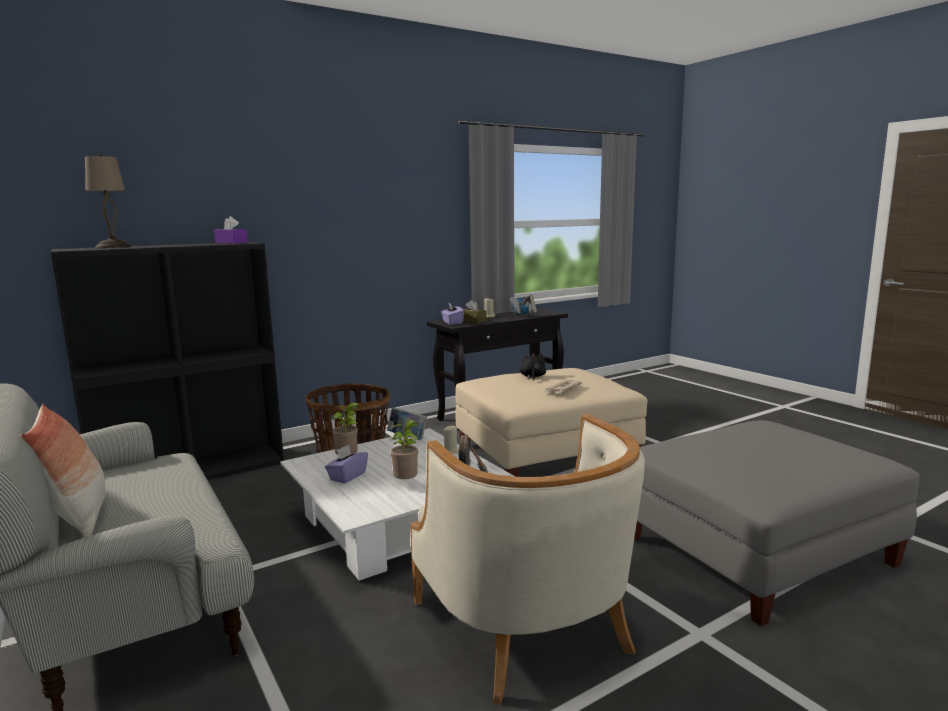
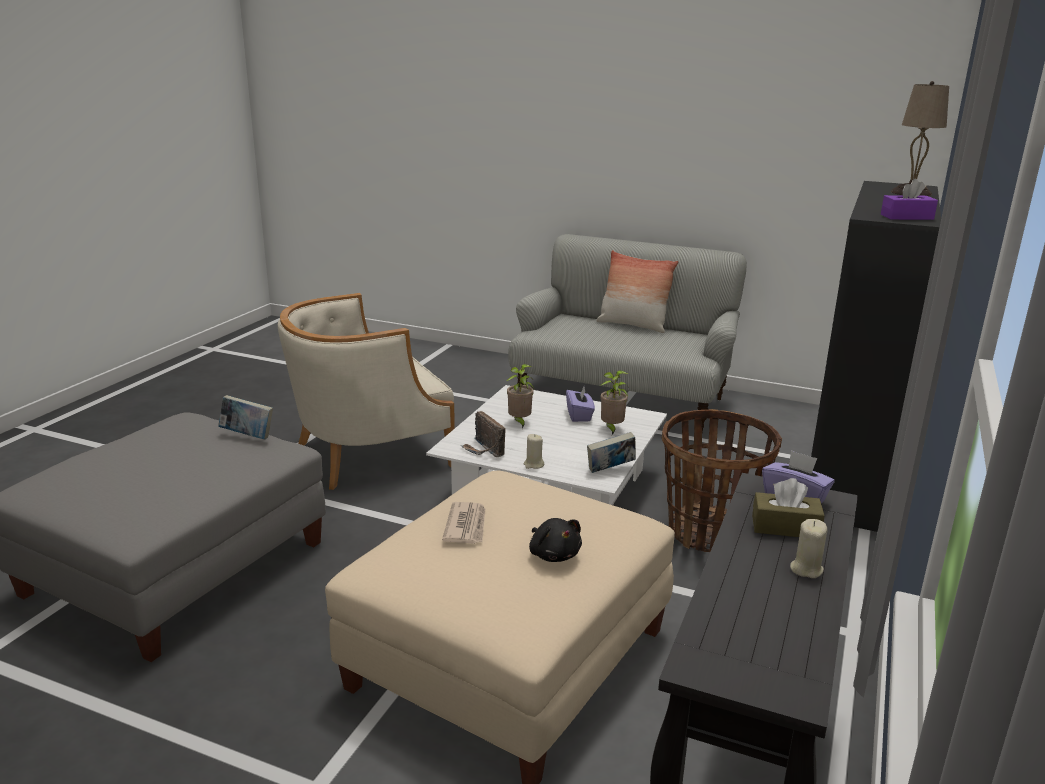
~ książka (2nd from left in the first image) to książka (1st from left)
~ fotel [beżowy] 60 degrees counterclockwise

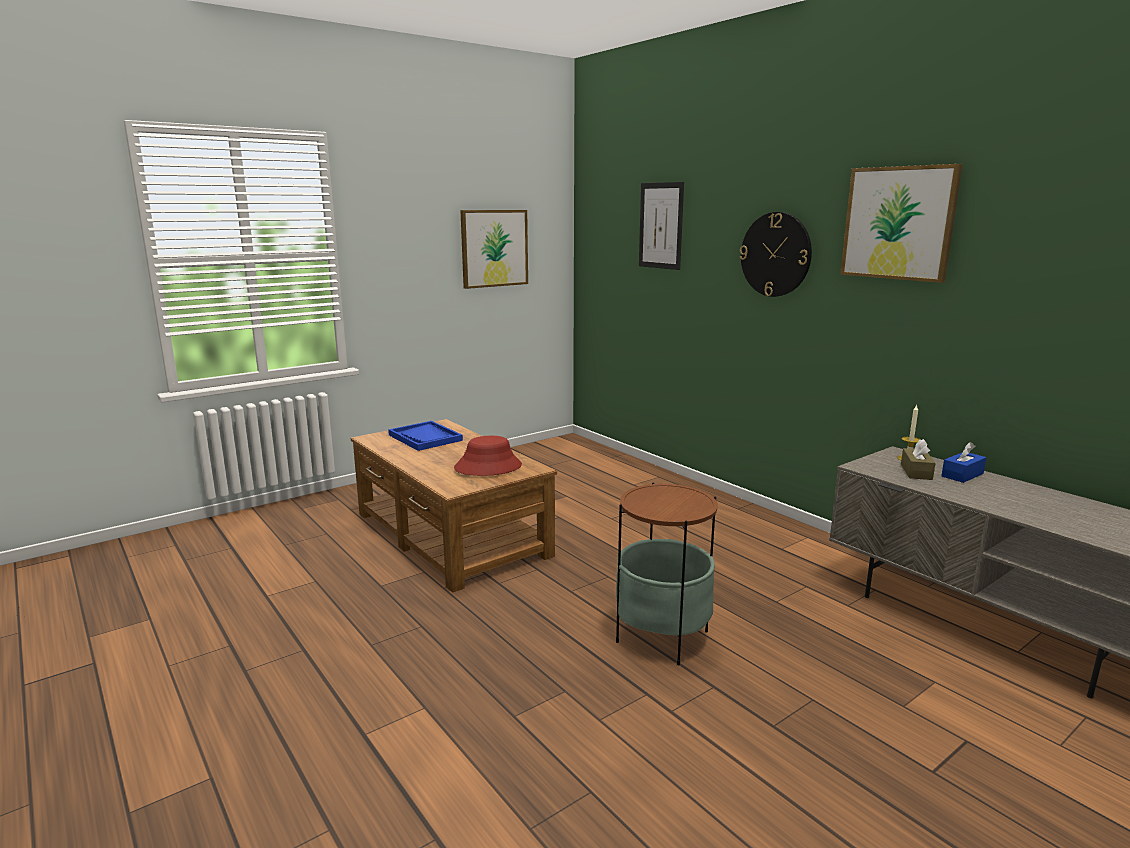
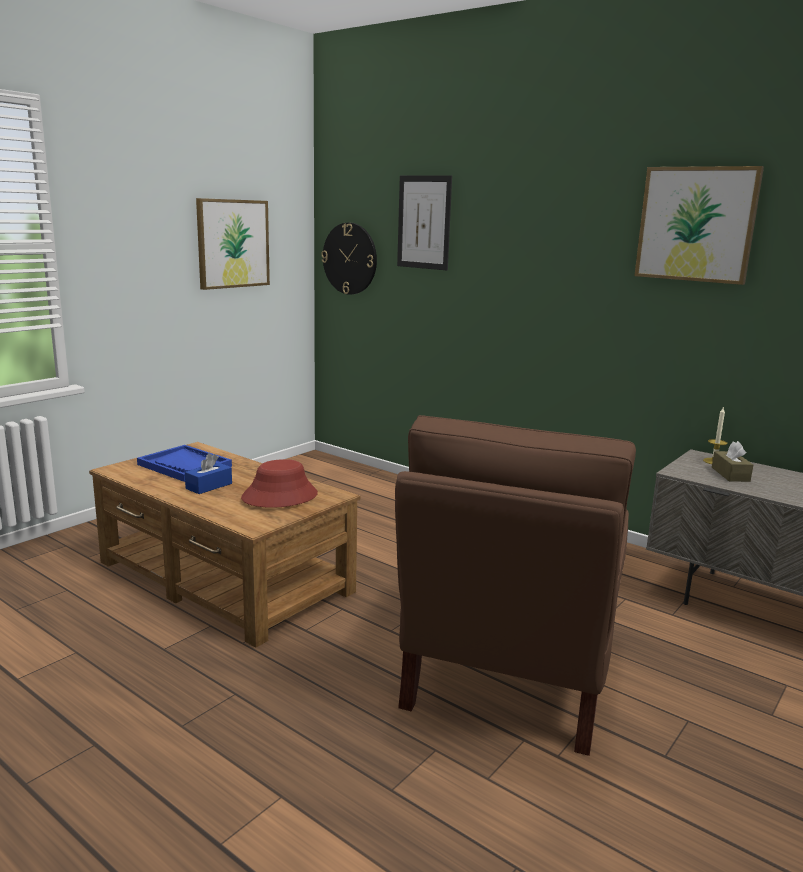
~ zegar ścienny
~ pudełko chusteczek [niebieski]
~ stolik to fotel [brązowy]

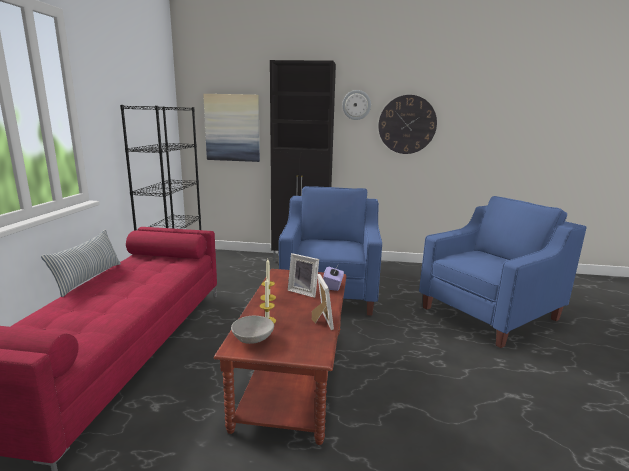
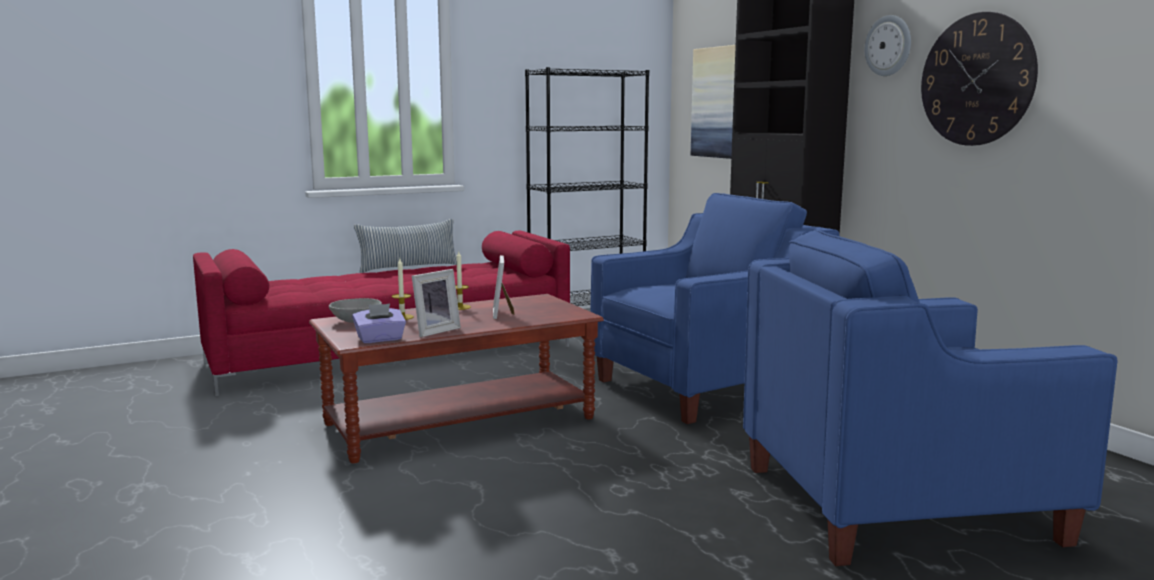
~ pudełko chusteczek [fioletowy]
~ fotel [niebieski] (2nd from left) 150 degrees clockwise

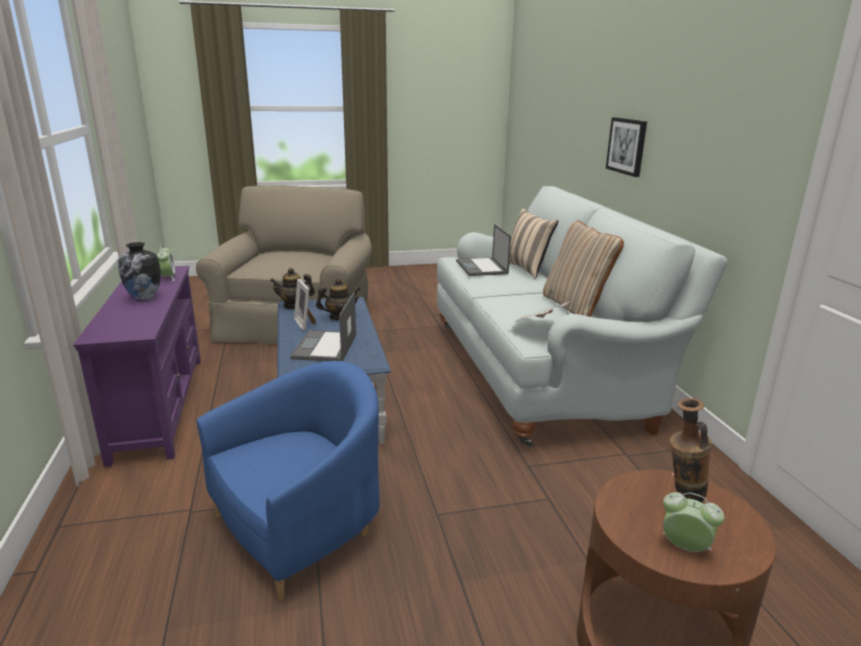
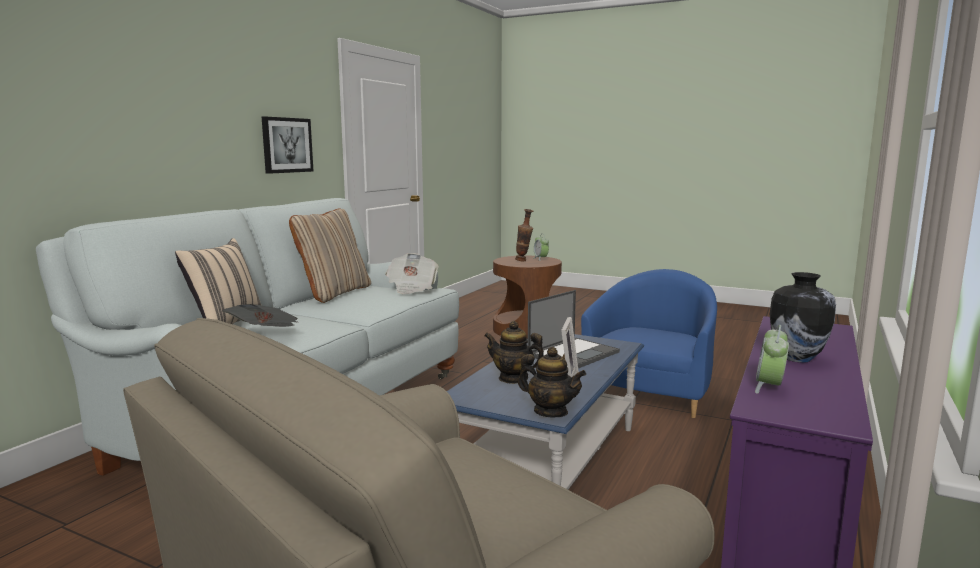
~ obraz
~ laptop (2nd from left) to gazeta (1st from left)
~ fotel [niebieski] 120 degrees clockwise

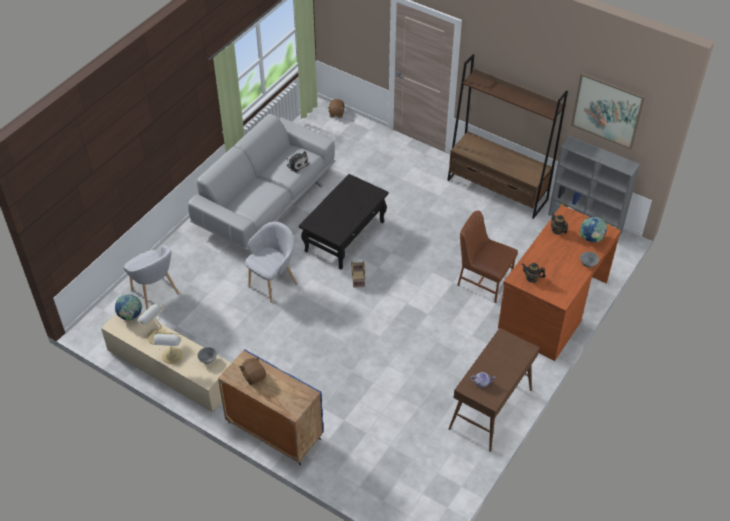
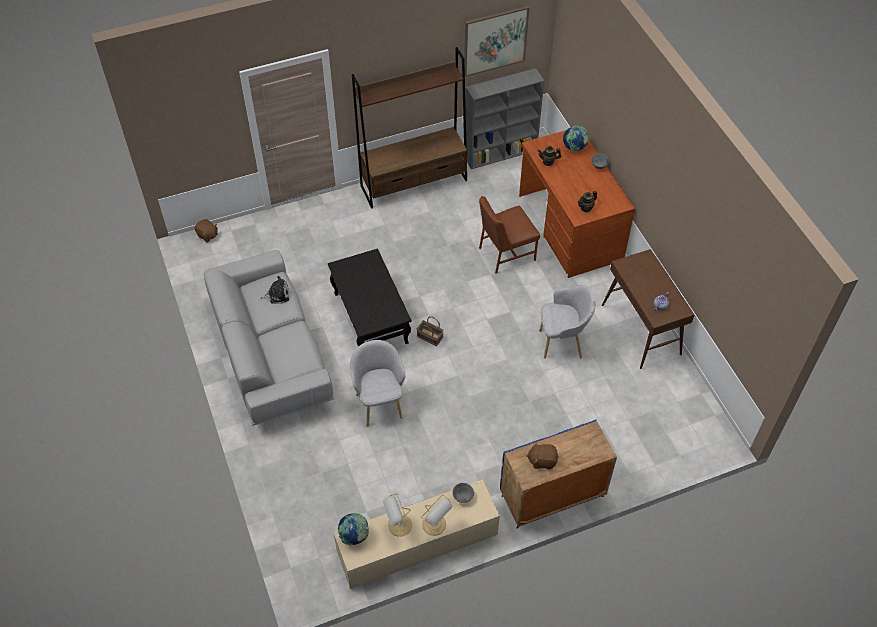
~ fotel [szary] (1st from left in the first image) to fotel [szary] (2nd from left)

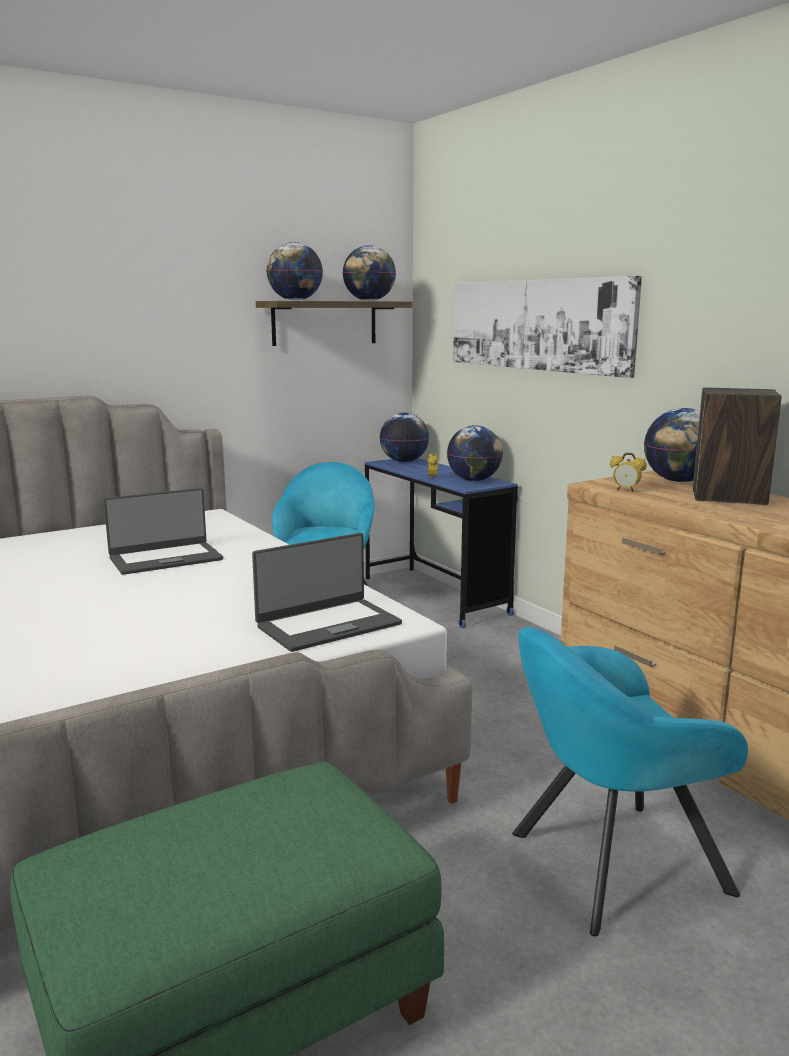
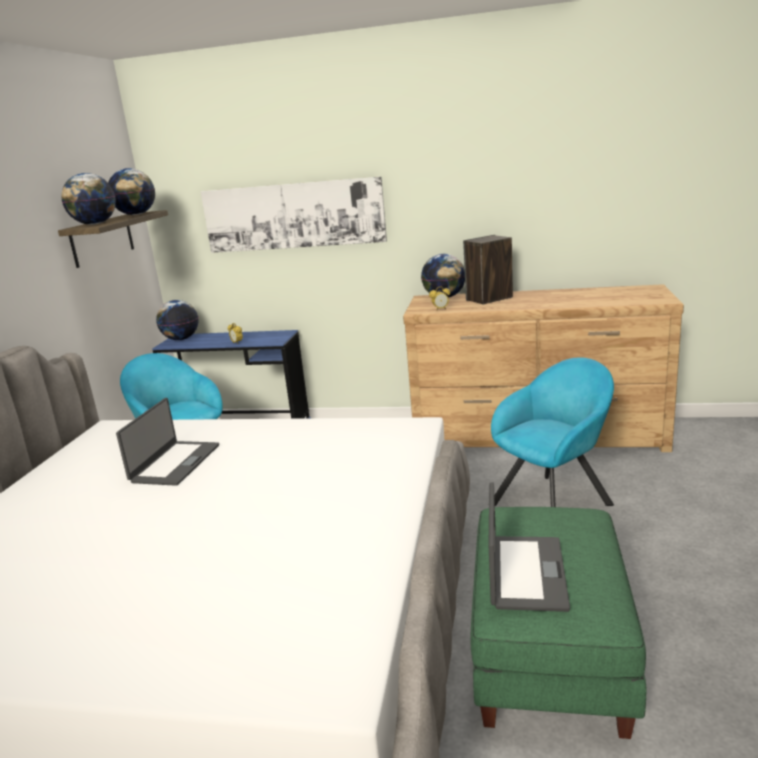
- globus (4th from left)
~ laptop (2nd from left)
~ fotel [turkusowy] (2nd from left) 150 degrees counterclockwise

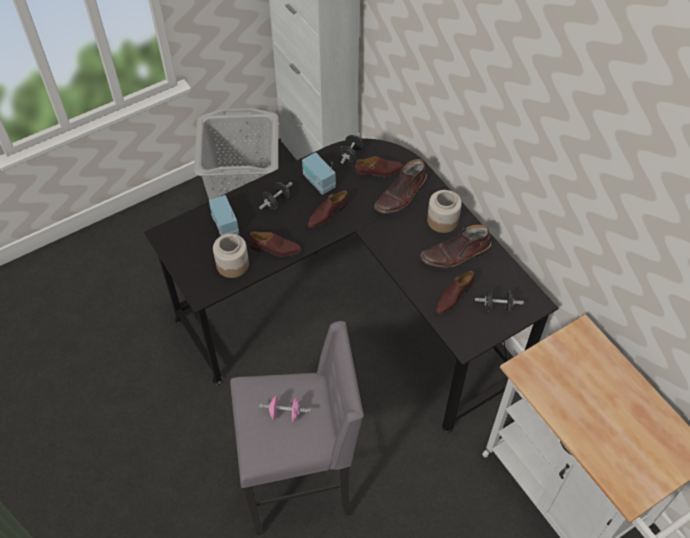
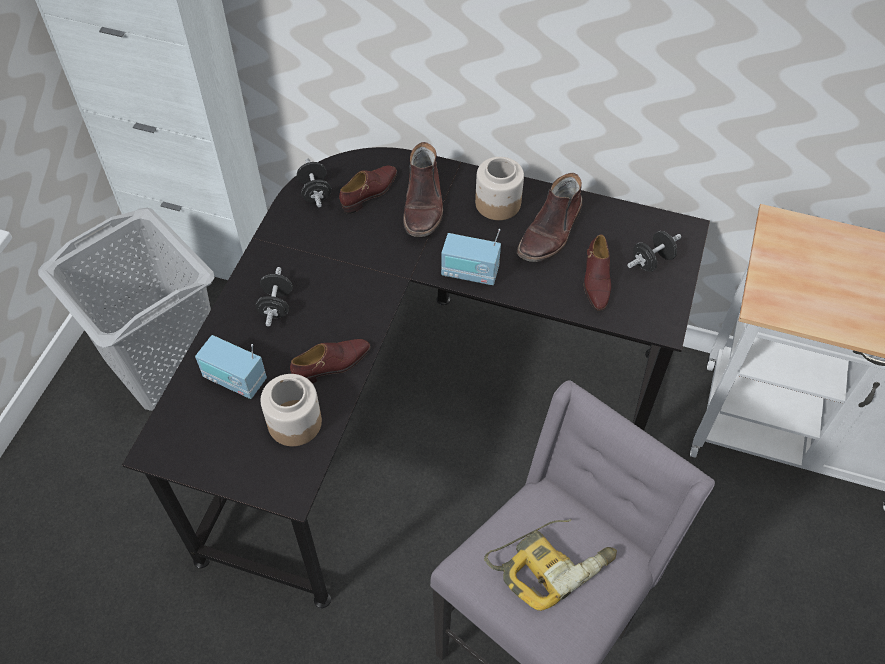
- but [brązowy] (2nd from left)
~ radio (2nd from left)
~ hantel [różowy] to wiertarka

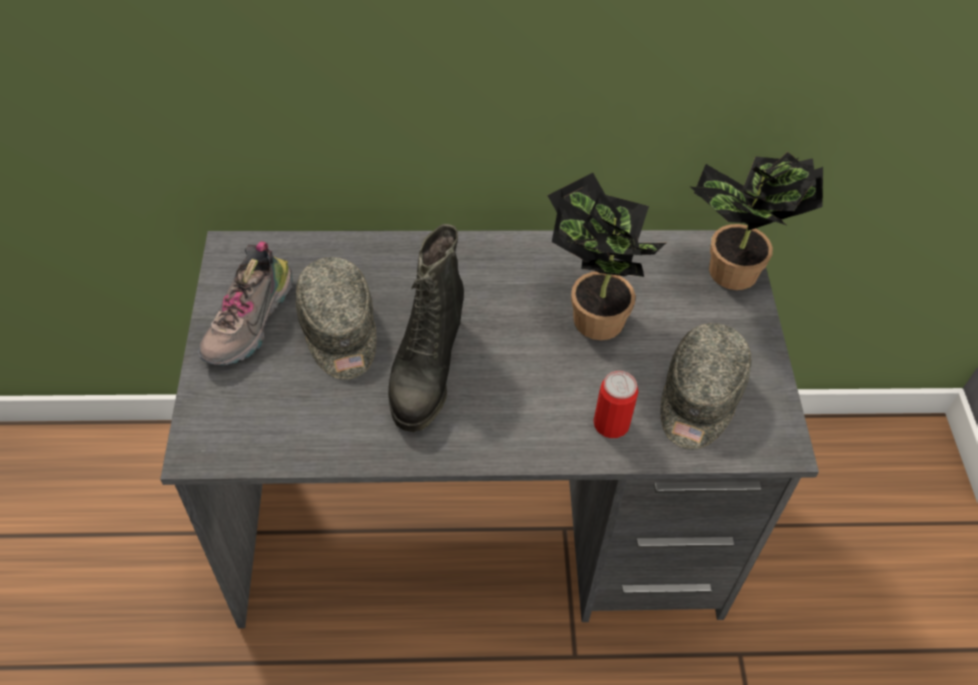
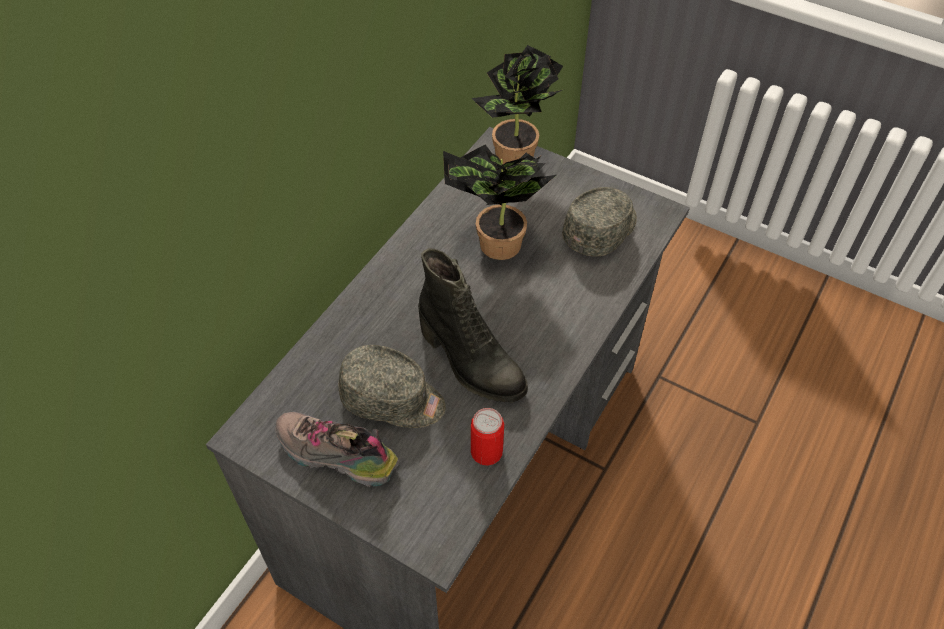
~ puszka
~ but 150 degrees clockwise
~ czapka z daszkiem [szary] (2nd from left) 105 degrees counterclockwise

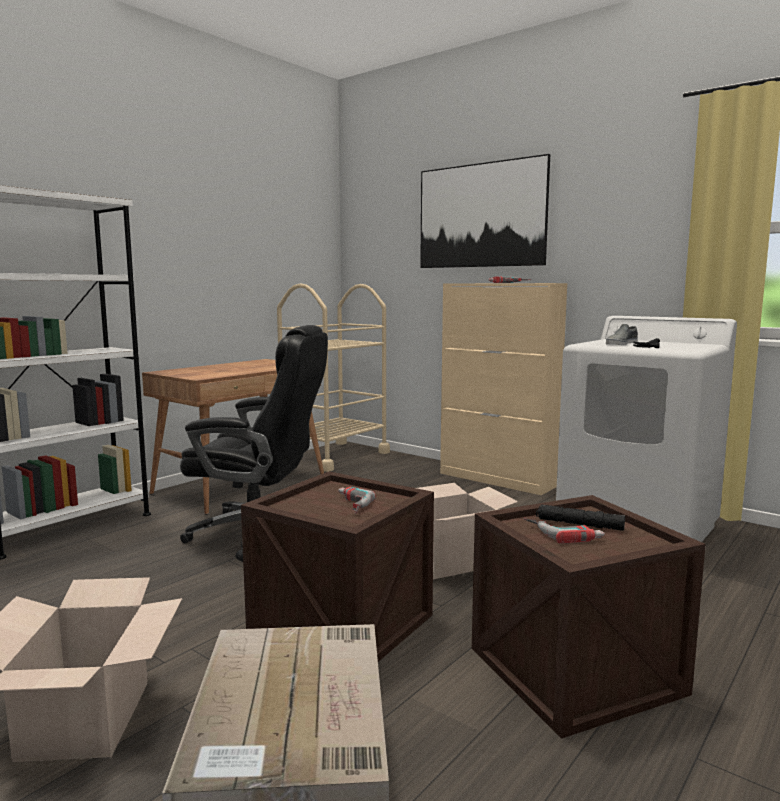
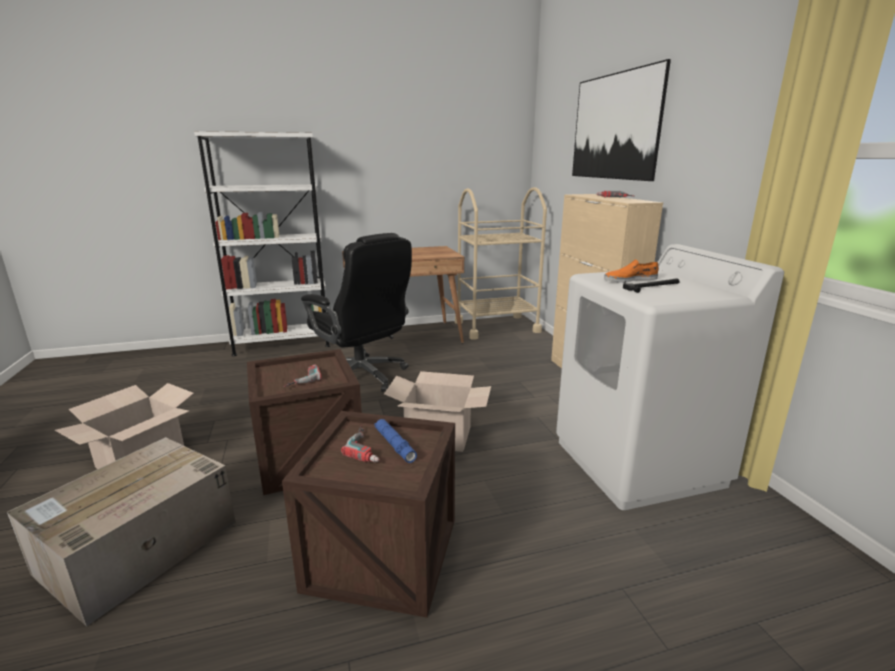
~ latarka [czarny] to latarka [niebieski]
~ but [szary] to but [pomarańczowy]

